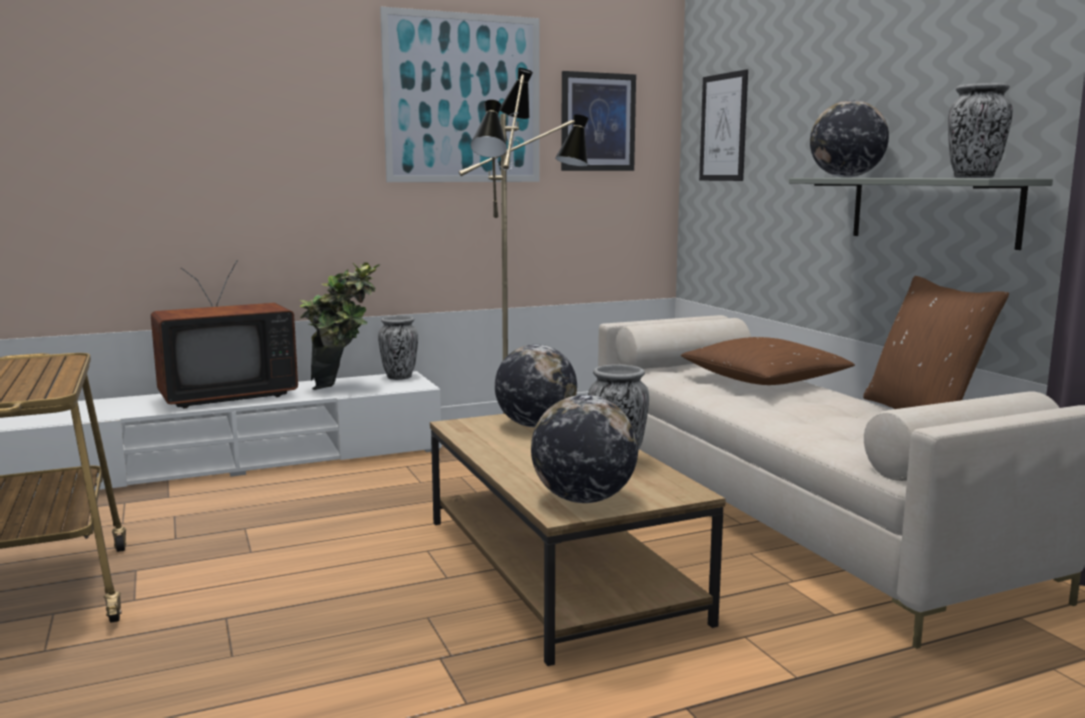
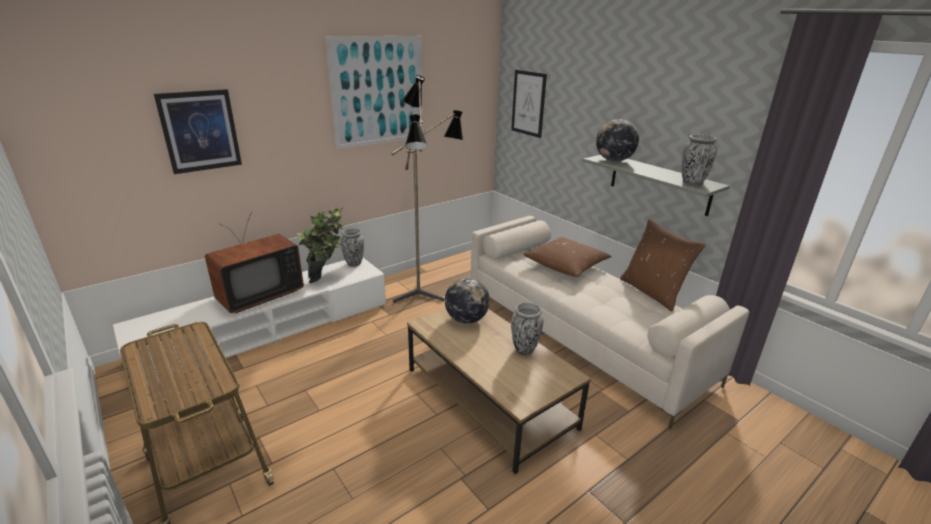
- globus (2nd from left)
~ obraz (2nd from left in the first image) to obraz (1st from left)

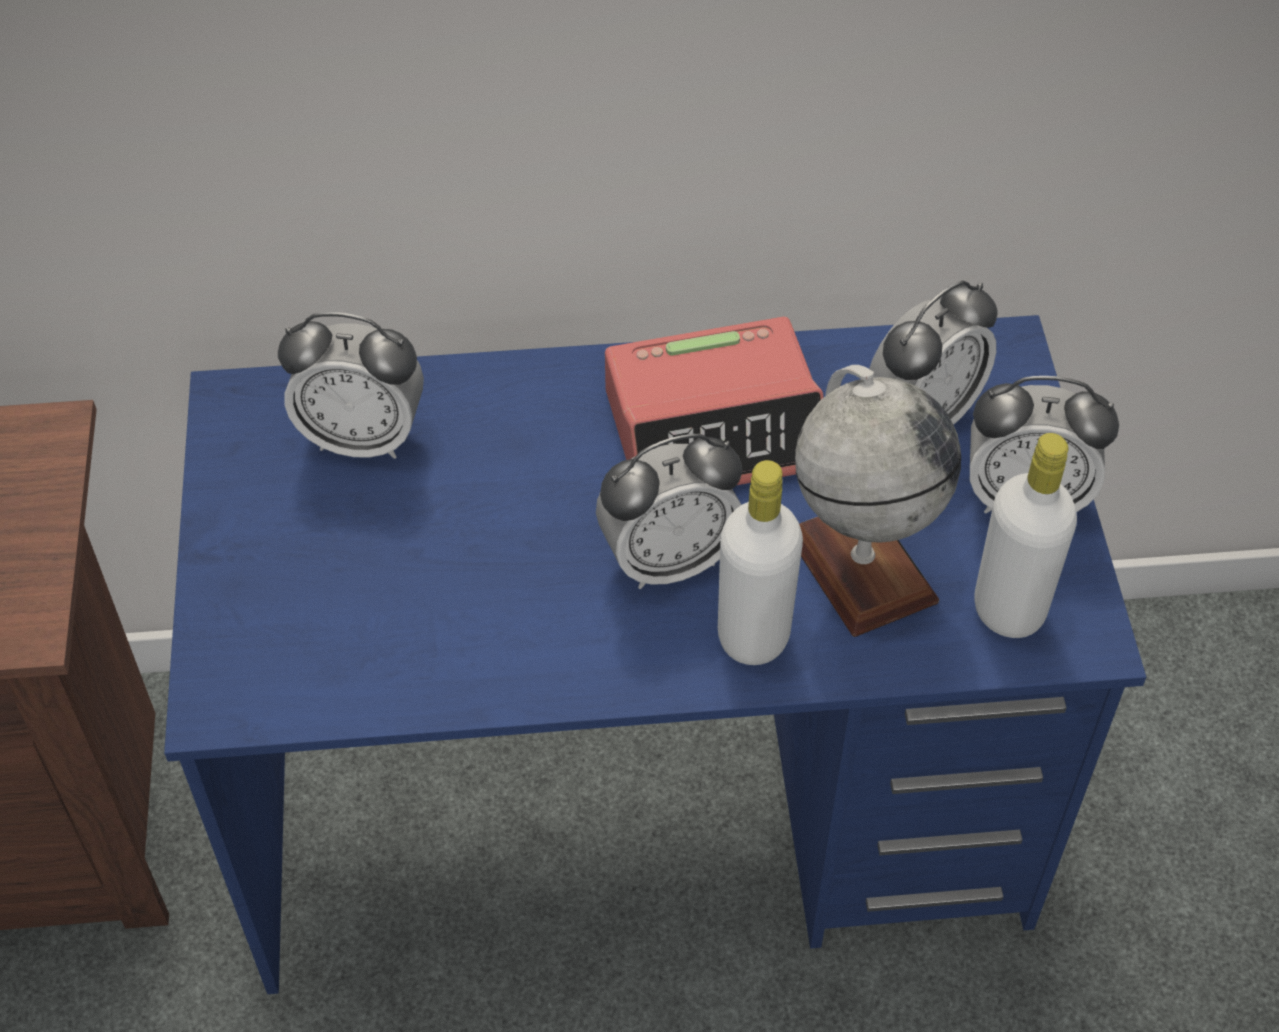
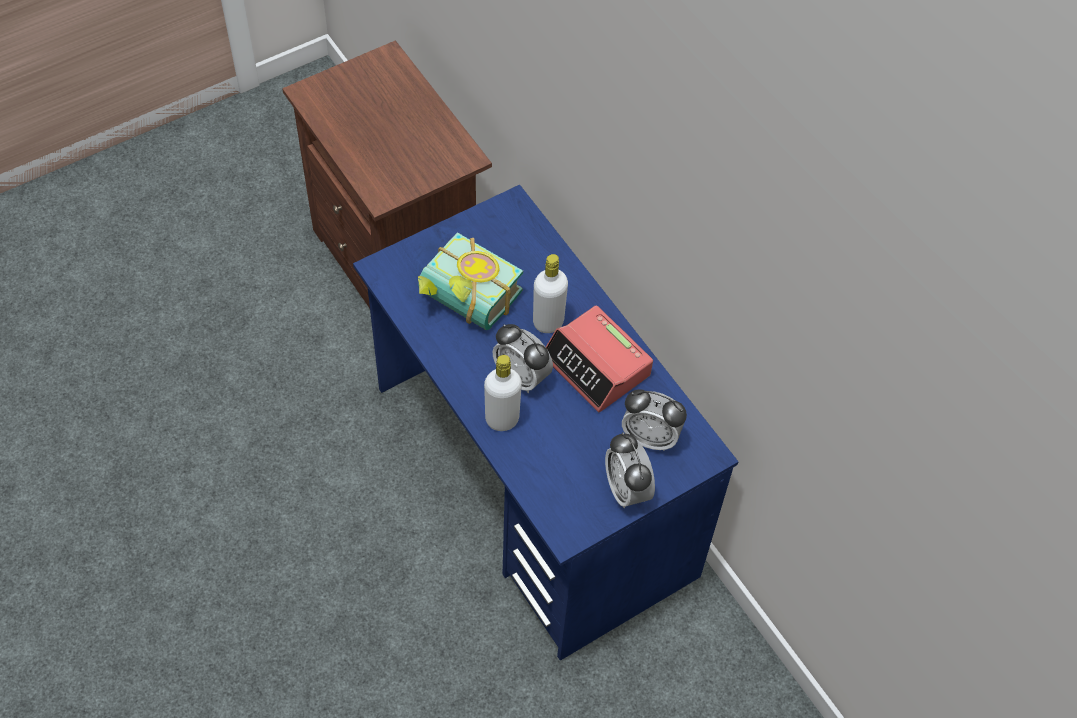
- budzik (1st from left)
- globus
+ książka
~ butelka [biały] (2nd from left)

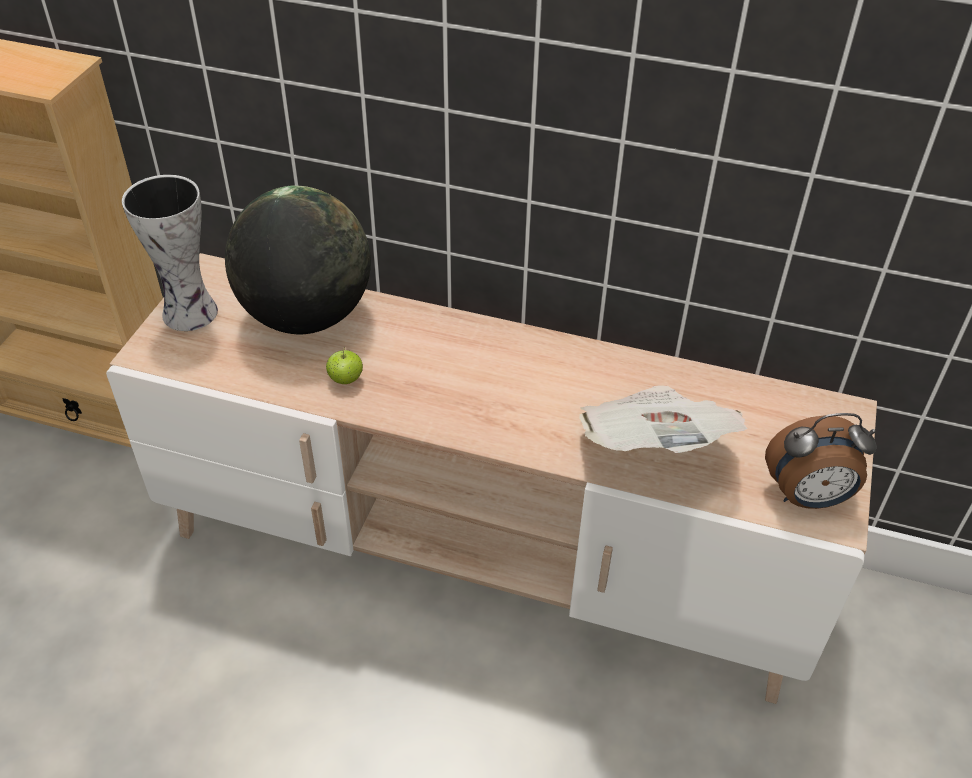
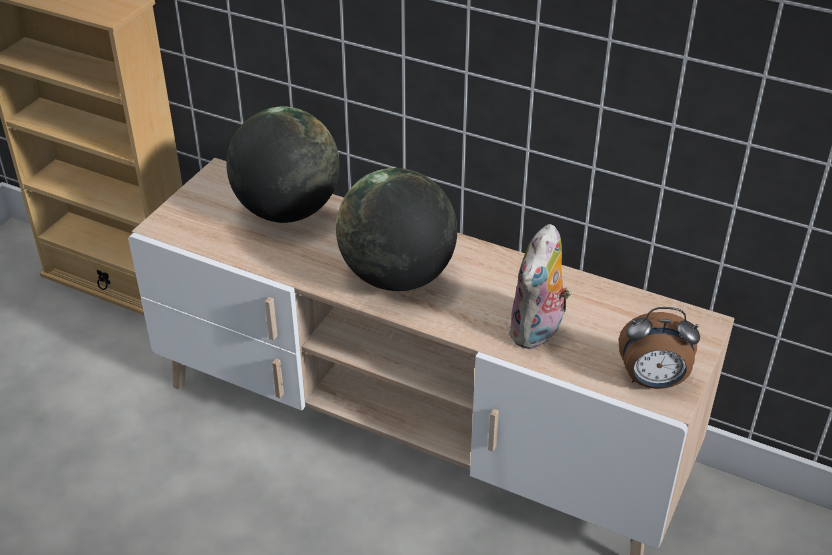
- wazon
- jabłko
+ globus (2nd from left)
~ gazeta to pluszak

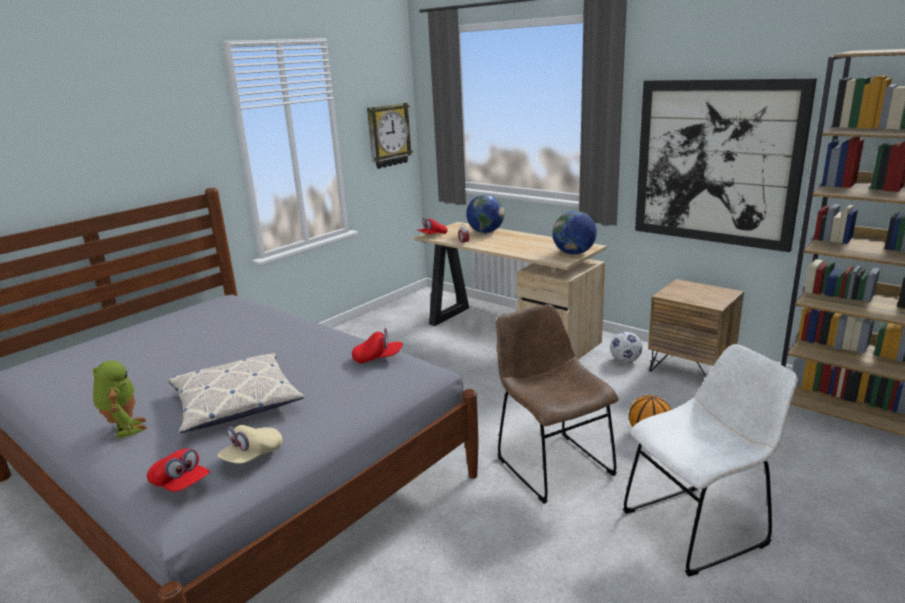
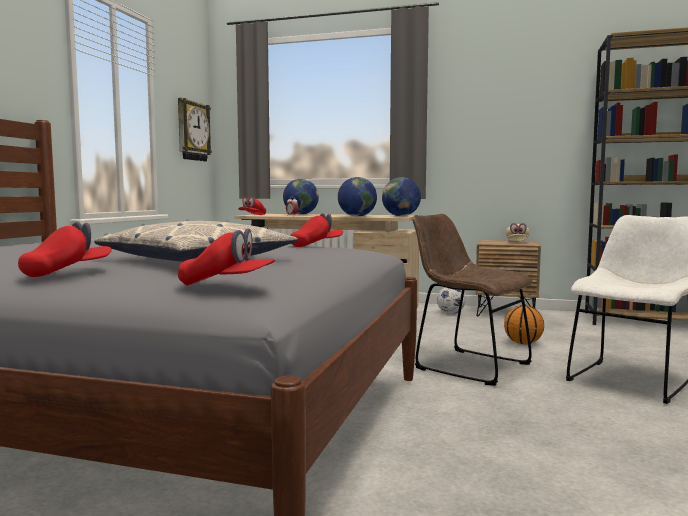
- obraz
+ globus (2nd from left)
~ czapka z daszkiem [beżowy]
~ robot zabawkowy to czapka z daszkiem [czerwony] (1st from left)

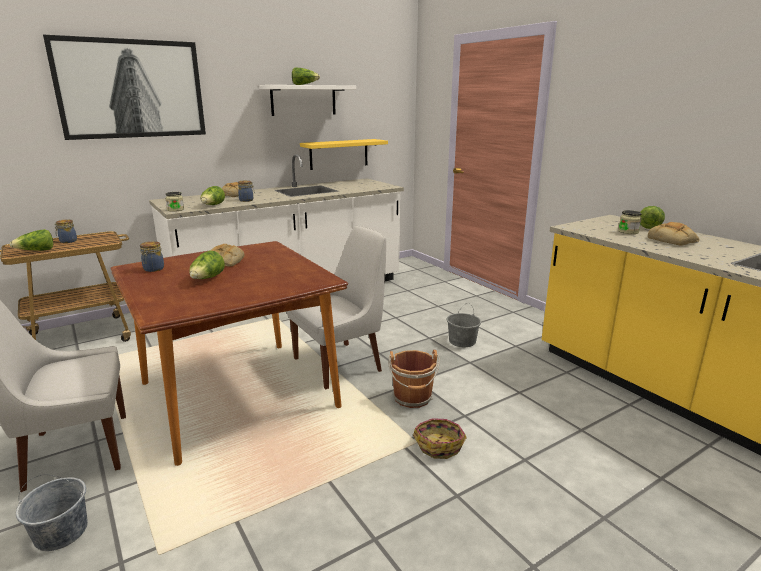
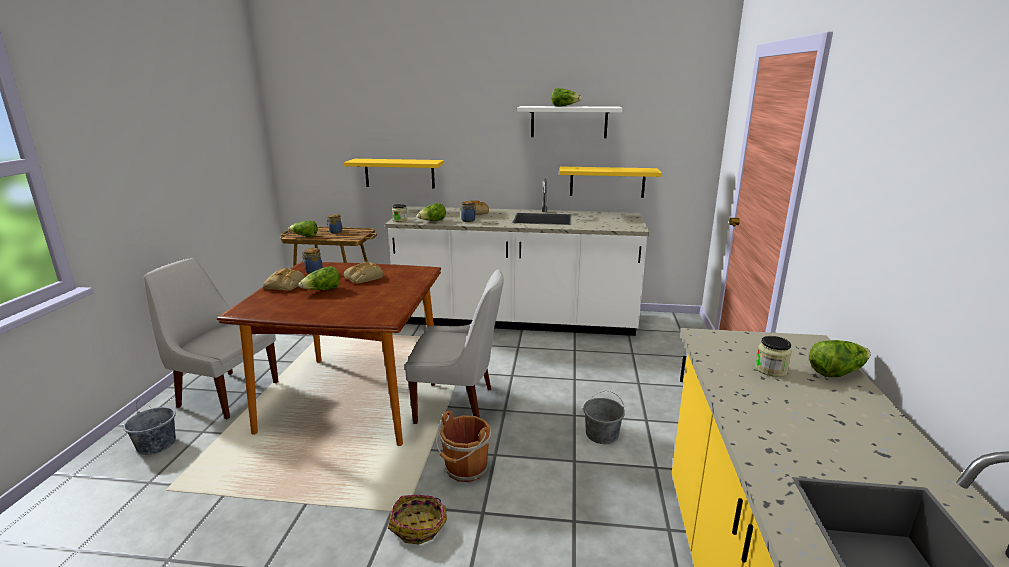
- obraz
+ półka [żółty] (1st from left)
~ chleb (3rd from left in the first image) to chleb (1st from left)

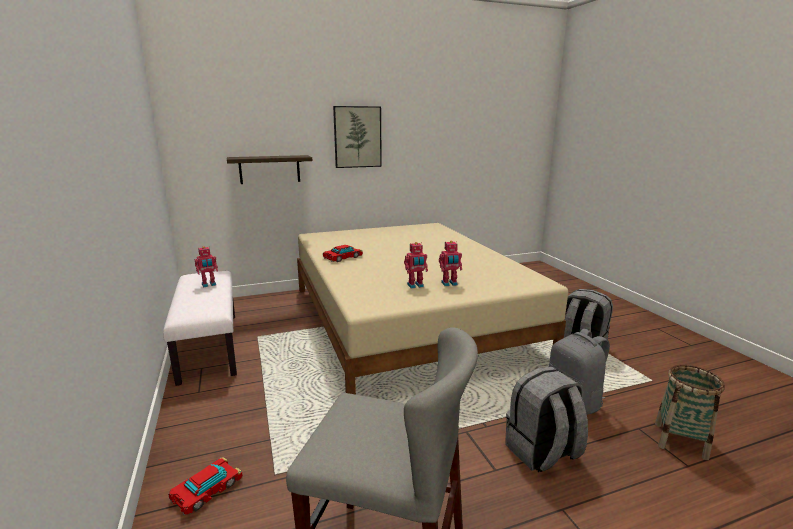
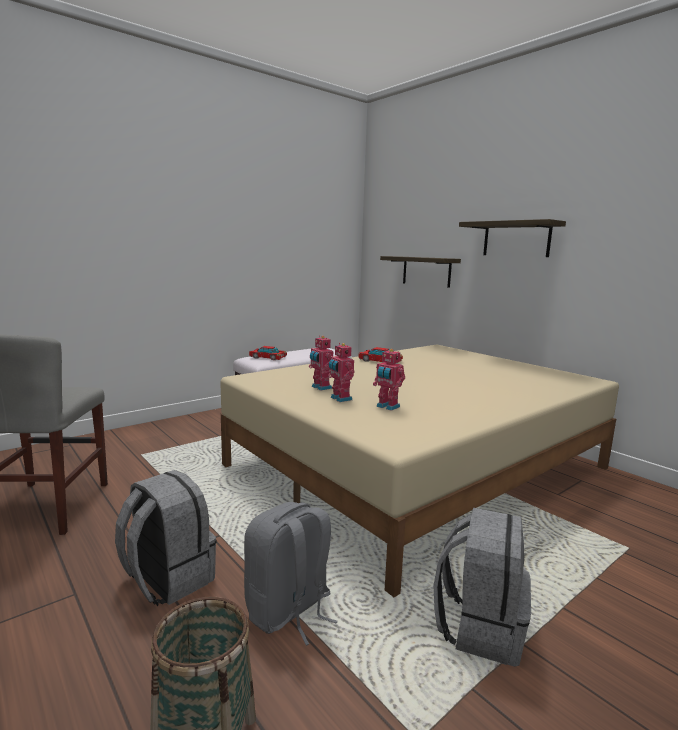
~ samochodzik (1st from left)
~ robot zabawkowy (1st from left in the first image) to robot zabawkowy (3rd from left)
~ obraz to półka (2nd from left)

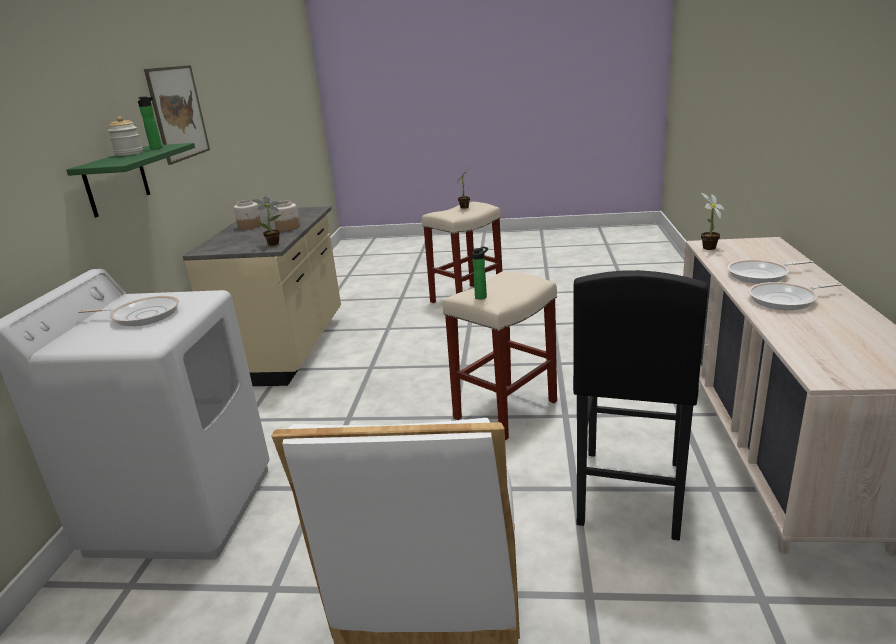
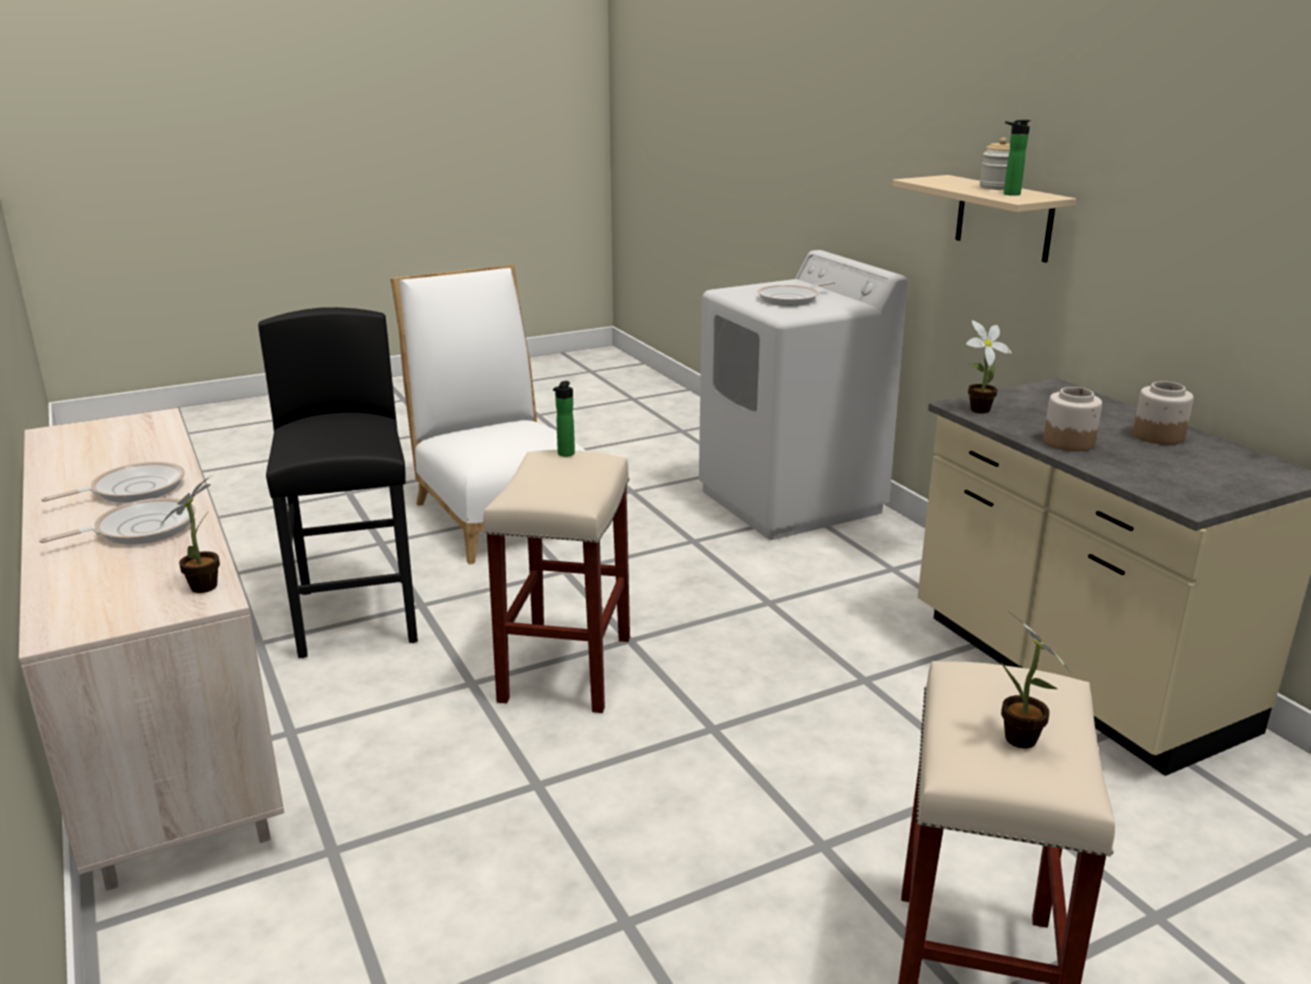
- obraz
~ półka [zielony] to półka [beżowy]

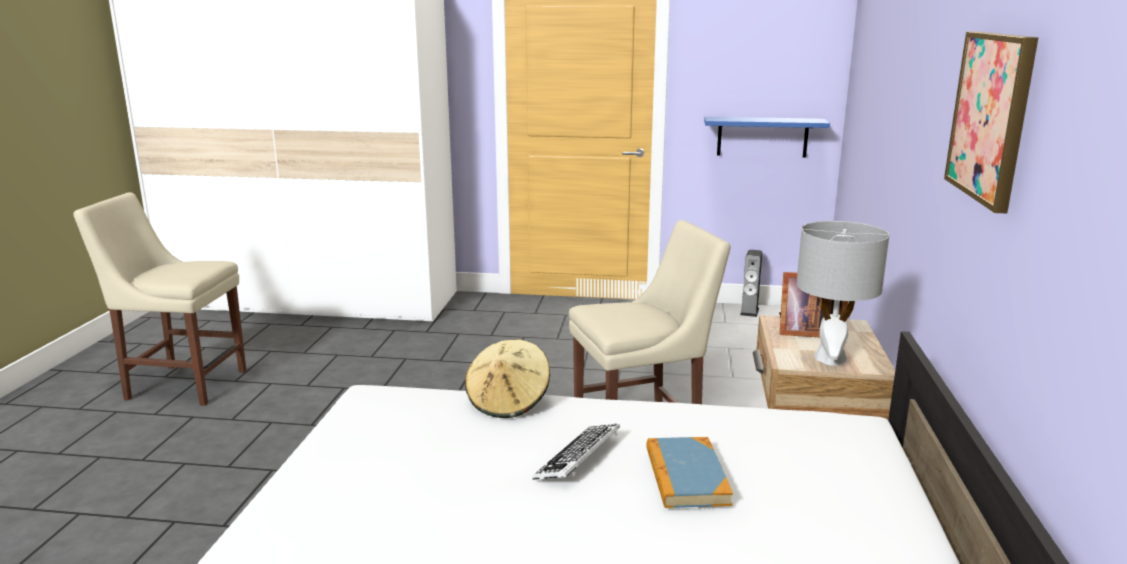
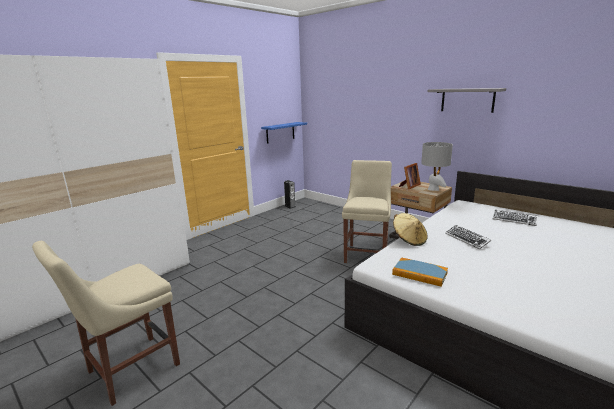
+ klawiatura (2nd from left)
~ książka
~ obraz to półka [szary]

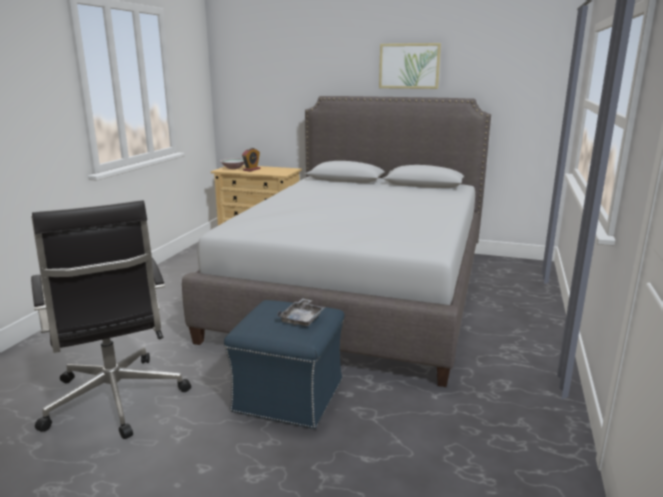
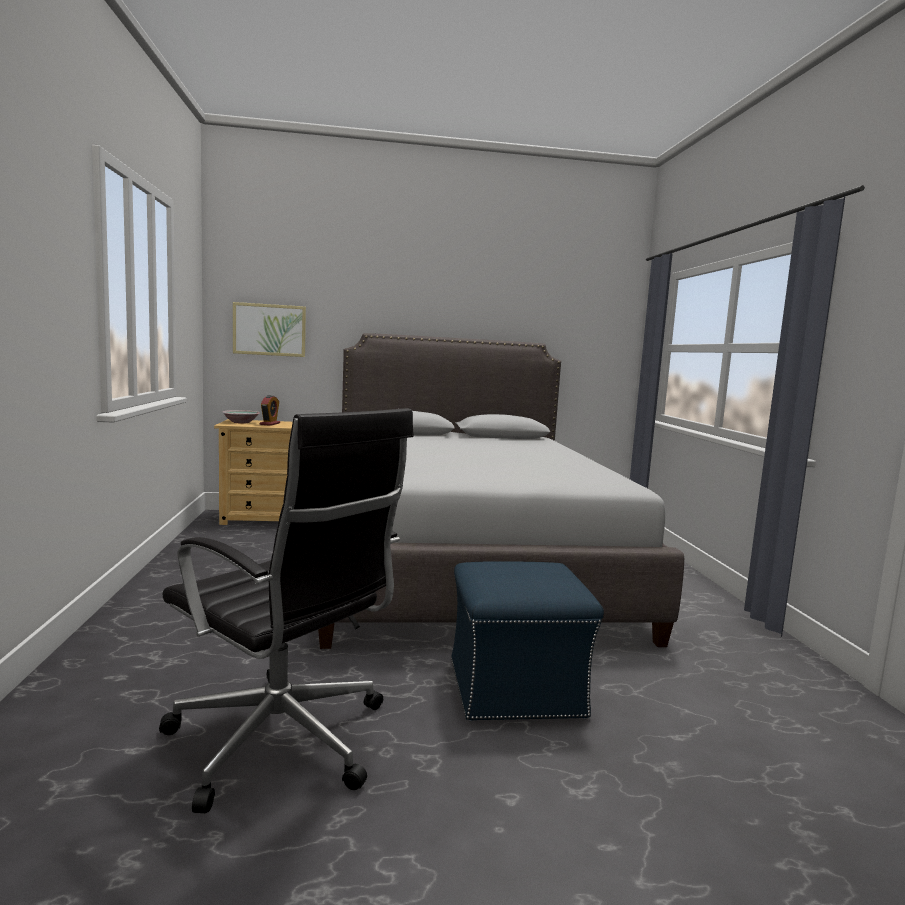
- taca [szary]
~ obraz

